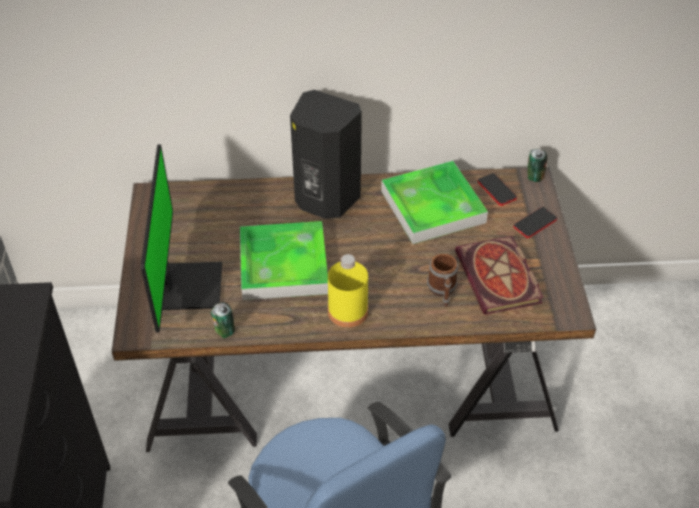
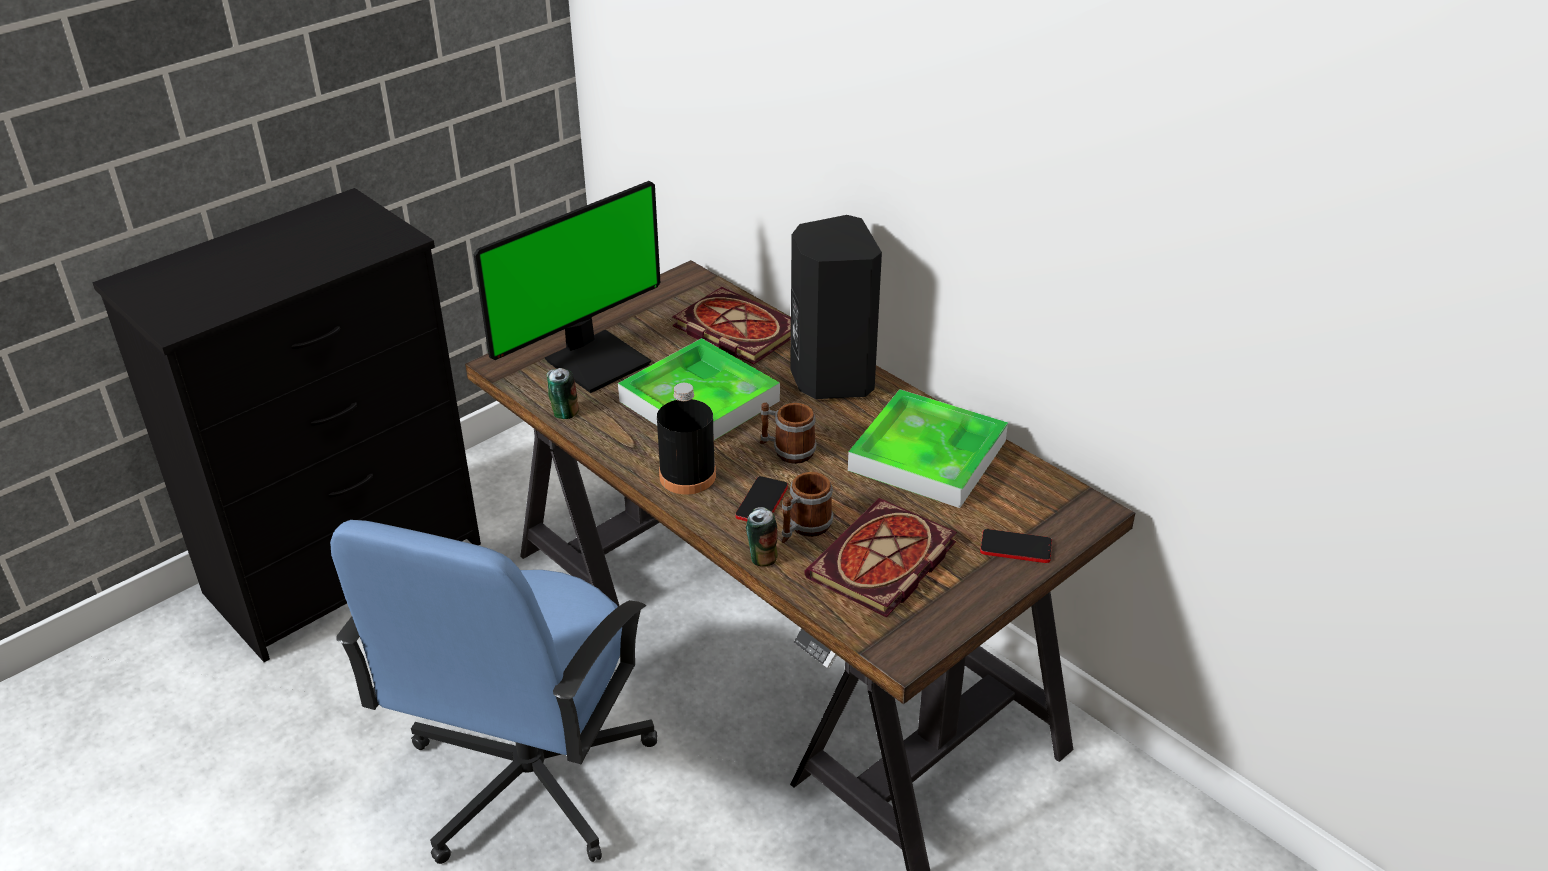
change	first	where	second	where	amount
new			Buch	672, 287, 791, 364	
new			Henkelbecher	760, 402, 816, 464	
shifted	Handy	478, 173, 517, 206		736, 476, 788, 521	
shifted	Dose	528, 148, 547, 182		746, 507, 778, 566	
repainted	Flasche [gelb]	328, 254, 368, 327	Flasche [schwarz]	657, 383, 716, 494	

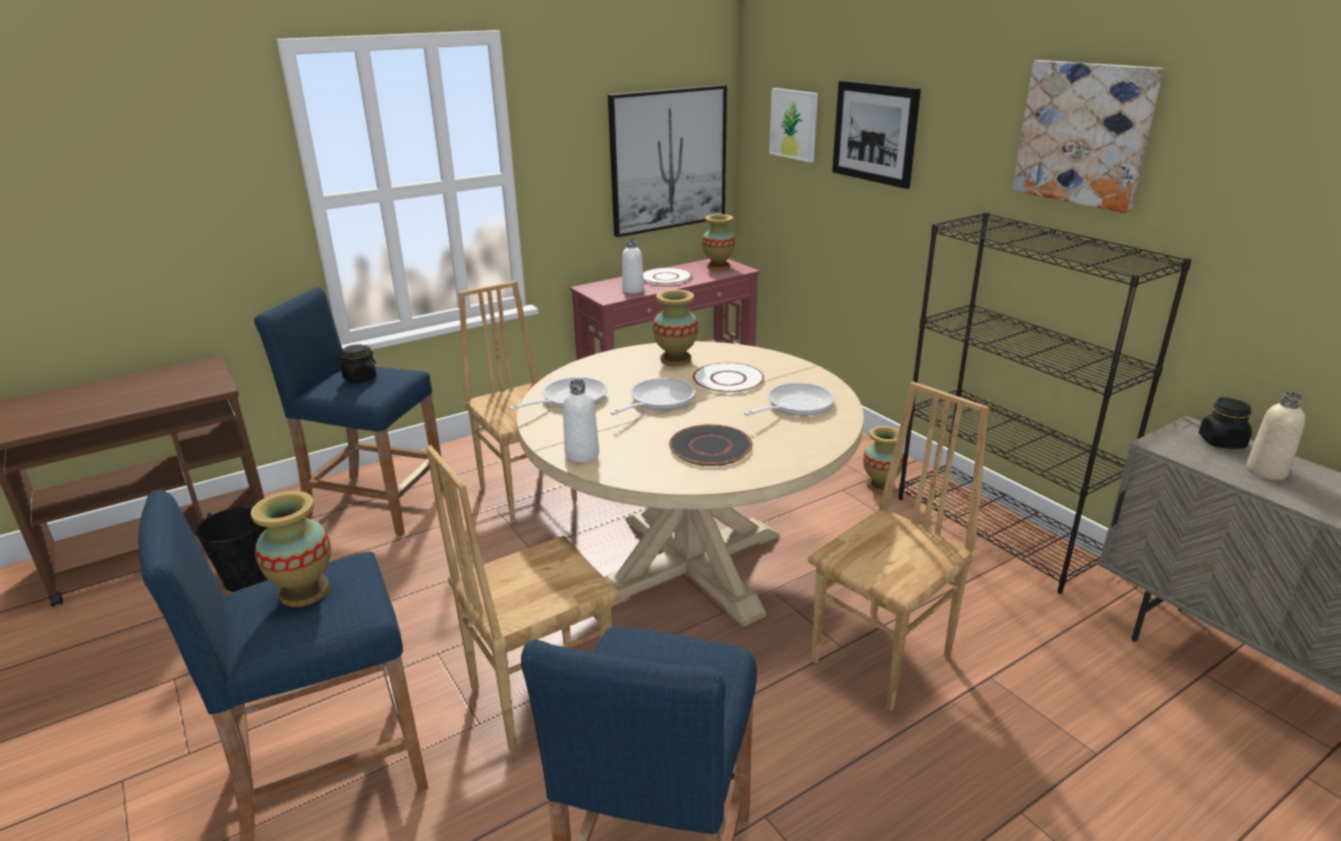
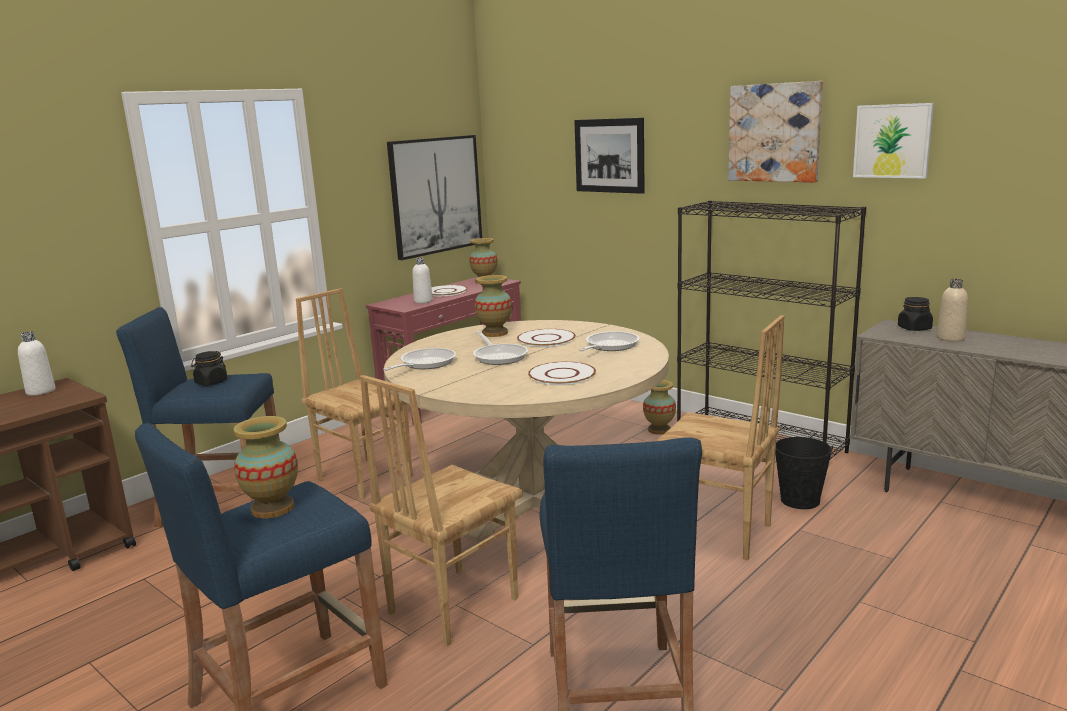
change	first	where	second	where	amount
shifted	Eimer [schwarz]	195, 507, 268, 592		775, 437, 833, 509	
shifted	Flasche [weiß]	563, 379, 599, 462		18, 332, 55, 396	
shifted	Bild	769, 88, 818, 163		853, 103, 934, 179	
repainted	Teller [schwarz]	669, 424, 753, 466	Teller [weiß]	528, 361, 596, 385	
rotated	Pfanne	610, 378, 695, 415		473, 331, 528, 365	135 degrees clockwise
rotated	Stuhl [braun]	808, 382, 989, 711		656, 315, 785, 560	90 degrees clockwise

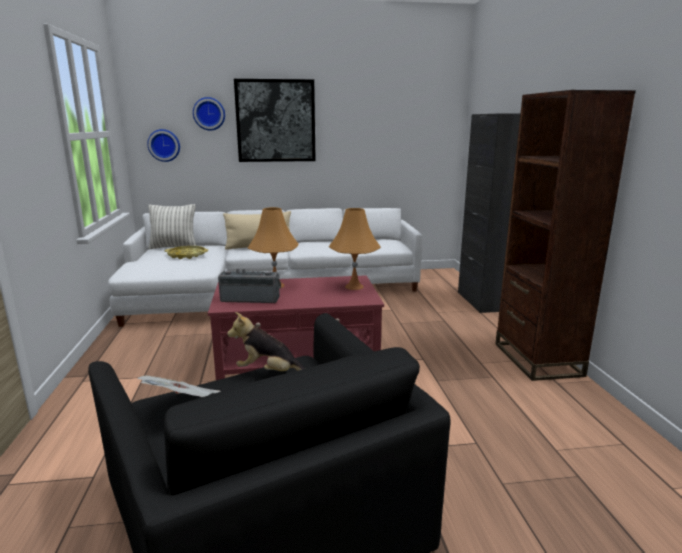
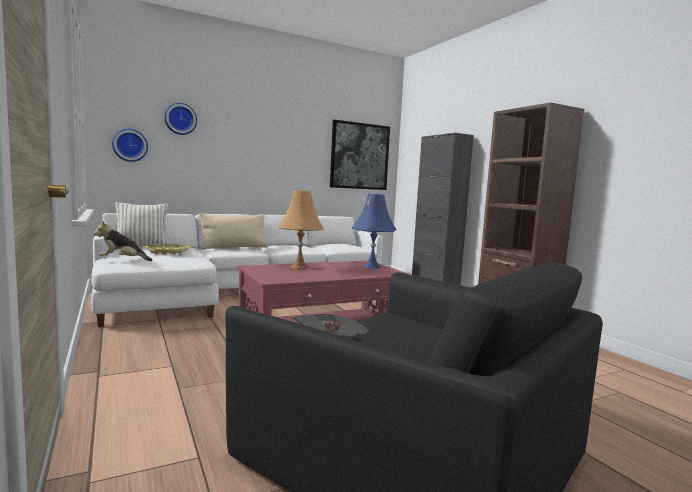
change	first	where	second	where	amount
gone	Radio	218, 269, 281, 303			
shifted	Plüschtier	227, 312, 305, 371		93, 221, 153, 261	
shifted	Bild	234, 79, 316, 162		330, 120, 390, 190	
repainted	Tischlampe [orange]	329, 208, 381, 290	Tischlampe [blau]	352, 194, 396, 268	

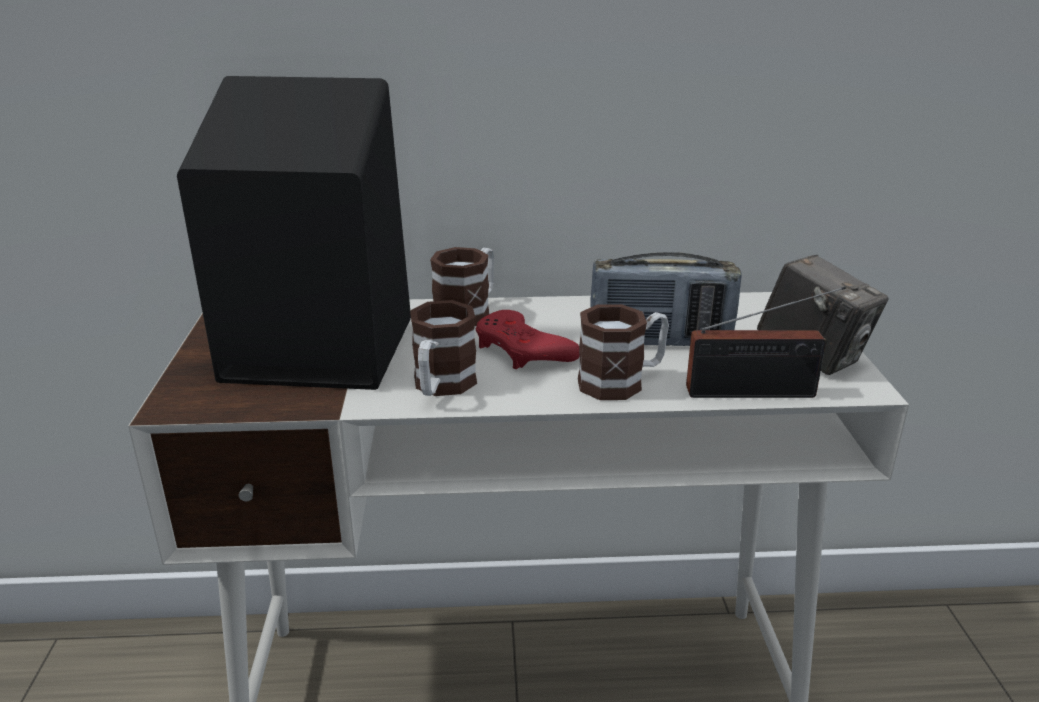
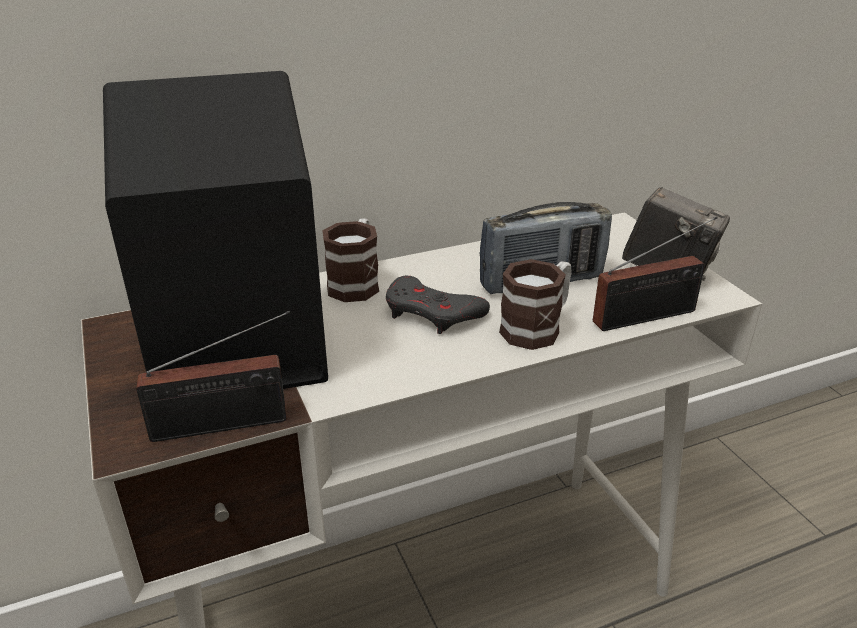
change	first	where	second	where	amount
gone	Henkelbecher	410, 300, 477, 396			
new			Radio	137, 311, 290, 442	
repainted	Gamepad [rot]	476, 310, 580, 369	Gamepad [grau]	386, 276, 490, 334	

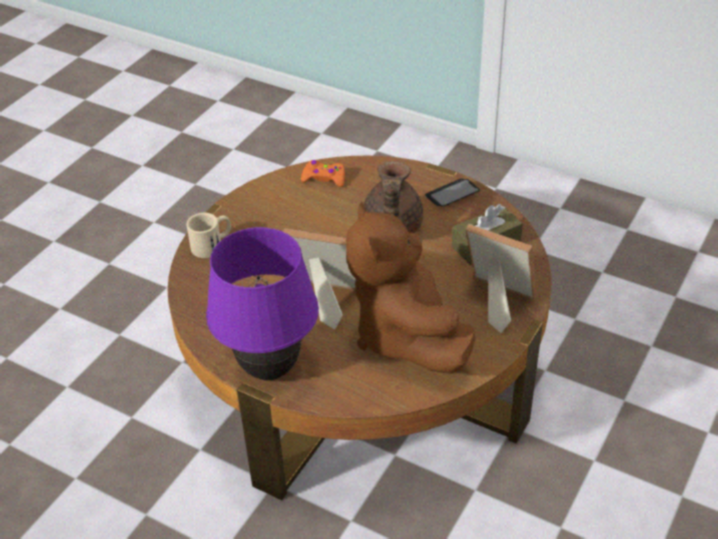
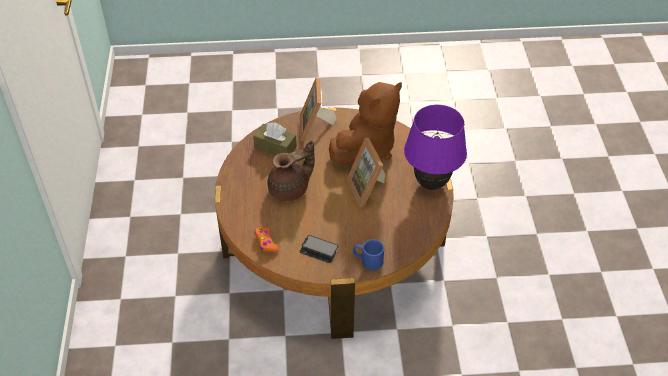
change	first	where	second	where	amount
shifted	Handy	425, 178, 480, 207		300, 235, 339, 263	
repainted	Henkelbecher [beige]	186, 213, 231, 258	Henkelbecher [blau]	353, 239, 384, 270	

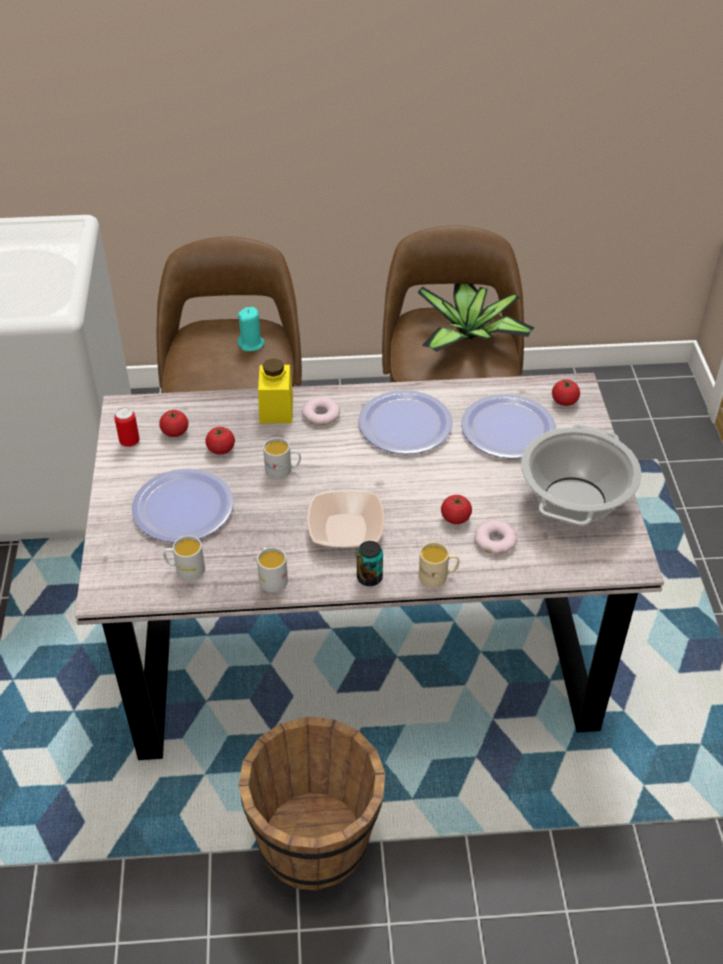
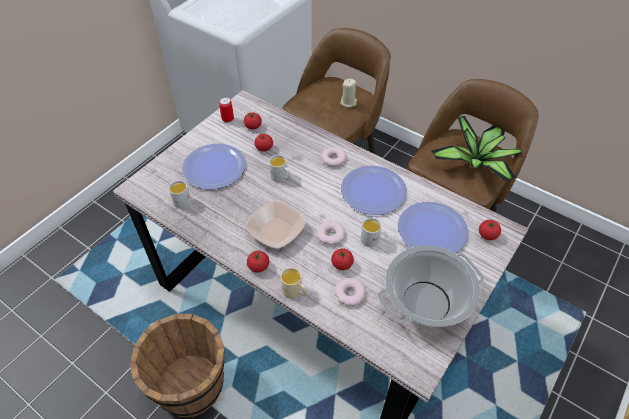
change	first	where	second	where	amount
gone	Vorratsglas [gelb]	258, 358, 293, 424			
new			Donut	317, 221, 345, 245	
shifted	Henkelbecher [weiß]	257, 547, 288, 593		361, 217, 382, 247	
swapped	Dose	357, 541, 383, 586	Tomate	247, 251, 269, 272	
repainted	Kerze [türkis]	238, 307, 265, 351	Kerze [beige]	340, 79, 357, 107	

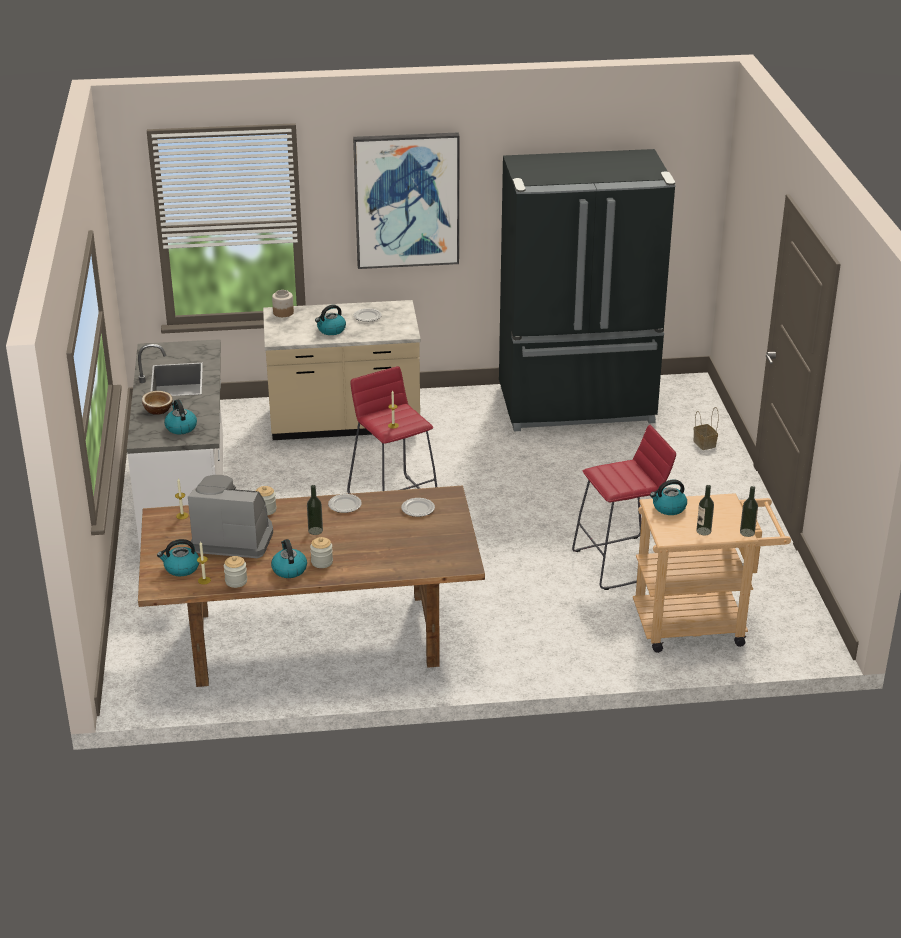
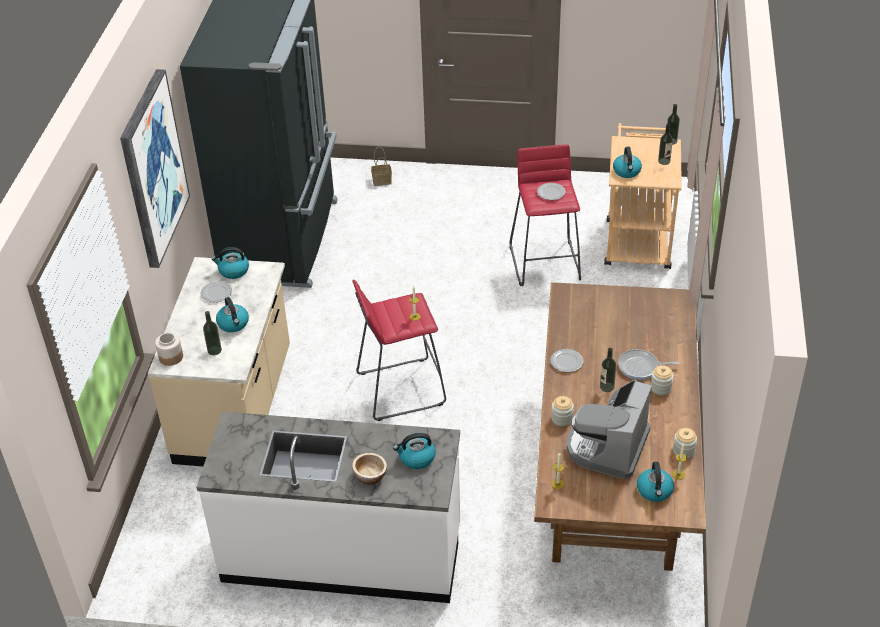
change	first	where	second	where	amount
new			Flasche	203, 311, 222, 355	
new			Pfanne	618, 349, 680, 380	
shifted	Wasserkessel	271, 539, 307, 578		211, 247, 249, 279	
shifted	Teller	401, 498, 435, 517		537, 183, 565, 200	

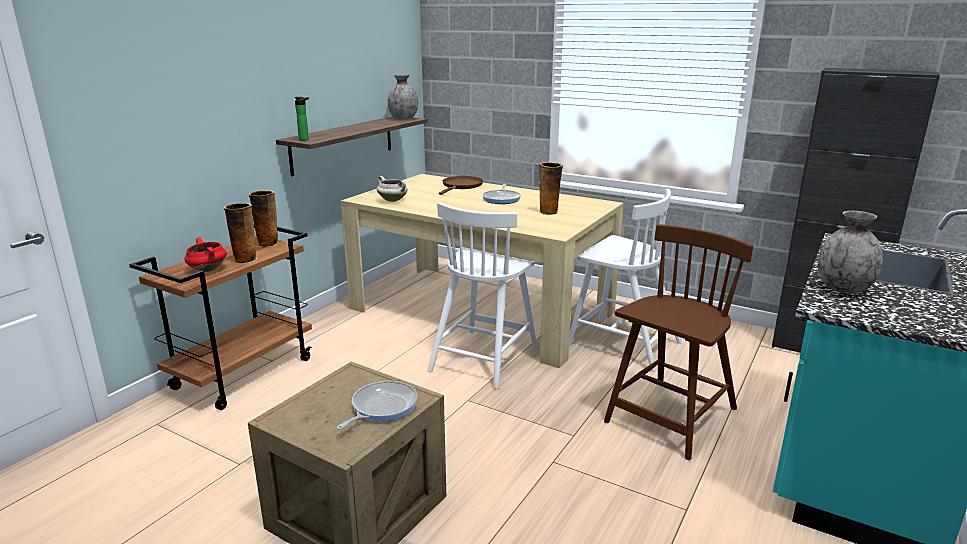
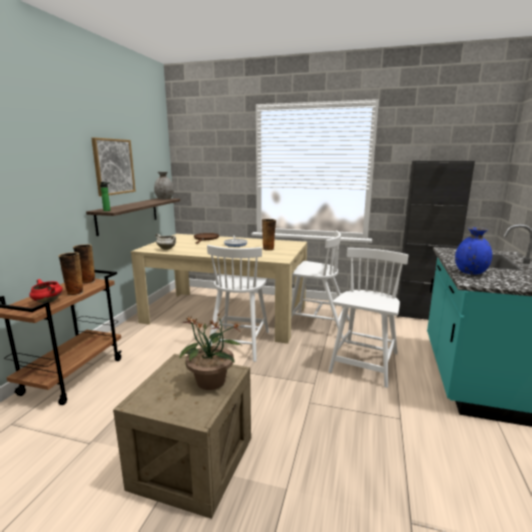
change	first	where	second	where	amount
new			Bild	91, 137, 136, 196	
swapped	Pfanne	337, 381, 418, 430	Topfpflanze	180, 313, 241, 390	
repainted	Stuhl [braun]	604, 224, 753, 460	Stuhl [weiß]	328, 248, 408, 388	
repainted	Vase [grau]	818, 211, 883, 294	Vase [blau]	455, 227, 492, 274	

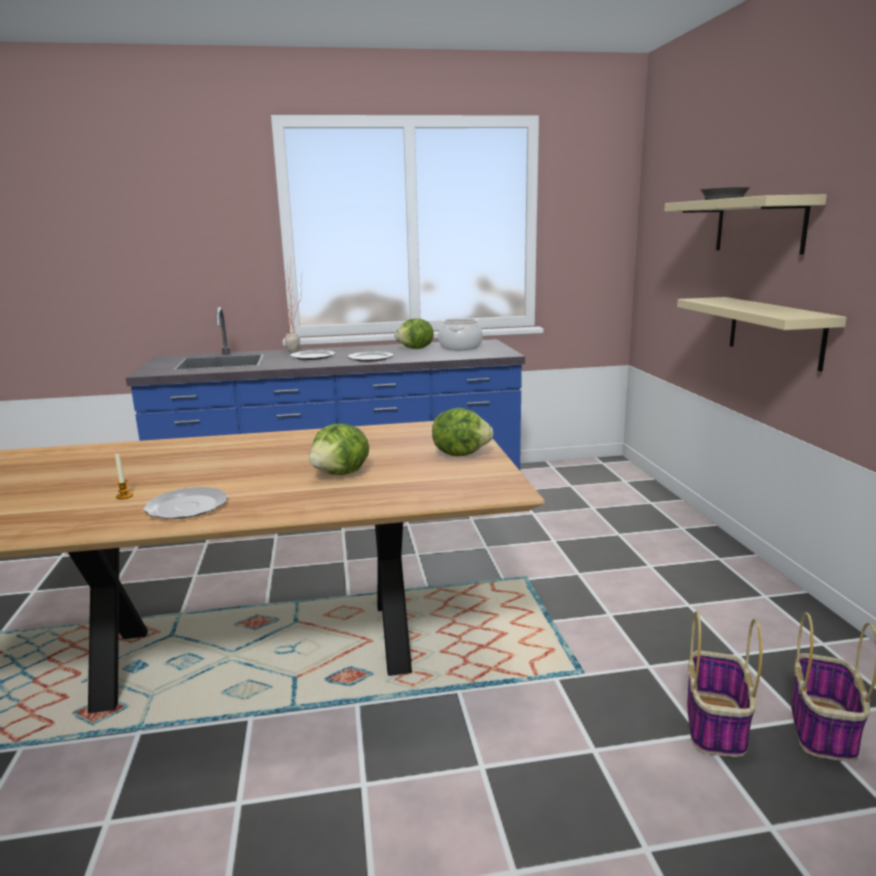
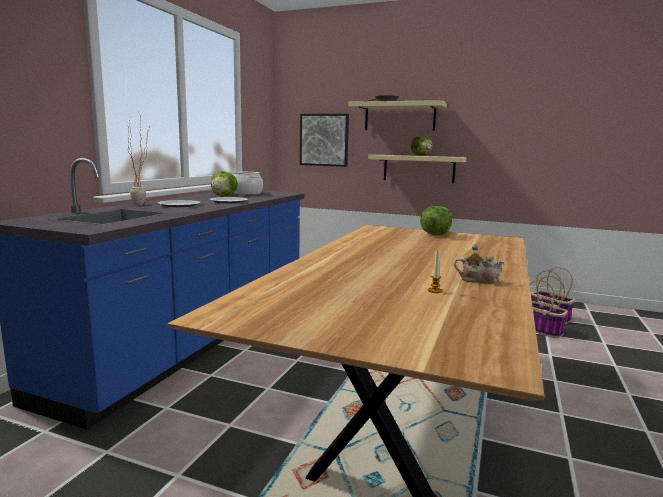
change	first	where	second	where	amount
new			Bild	300, 114, 349, 167	
shifted	Salatkopf	309, 424, 369, 475		411, 136, 433, 156	
swapped	Teller	143, 487, 228, 519	Teekanne	454, 244, 505, 284	

